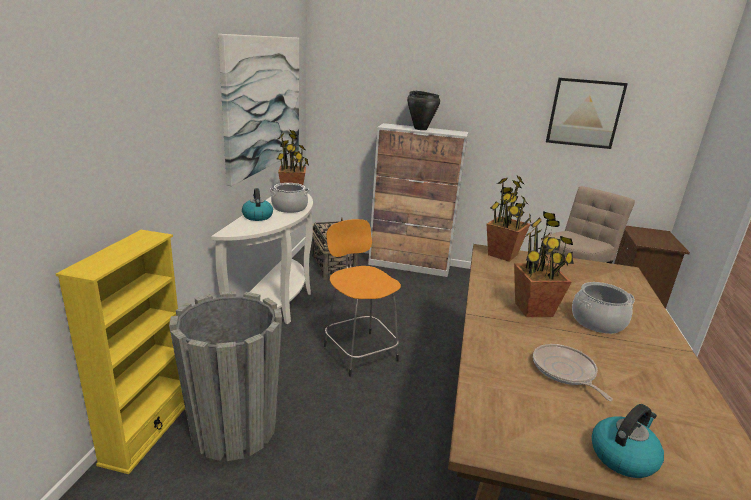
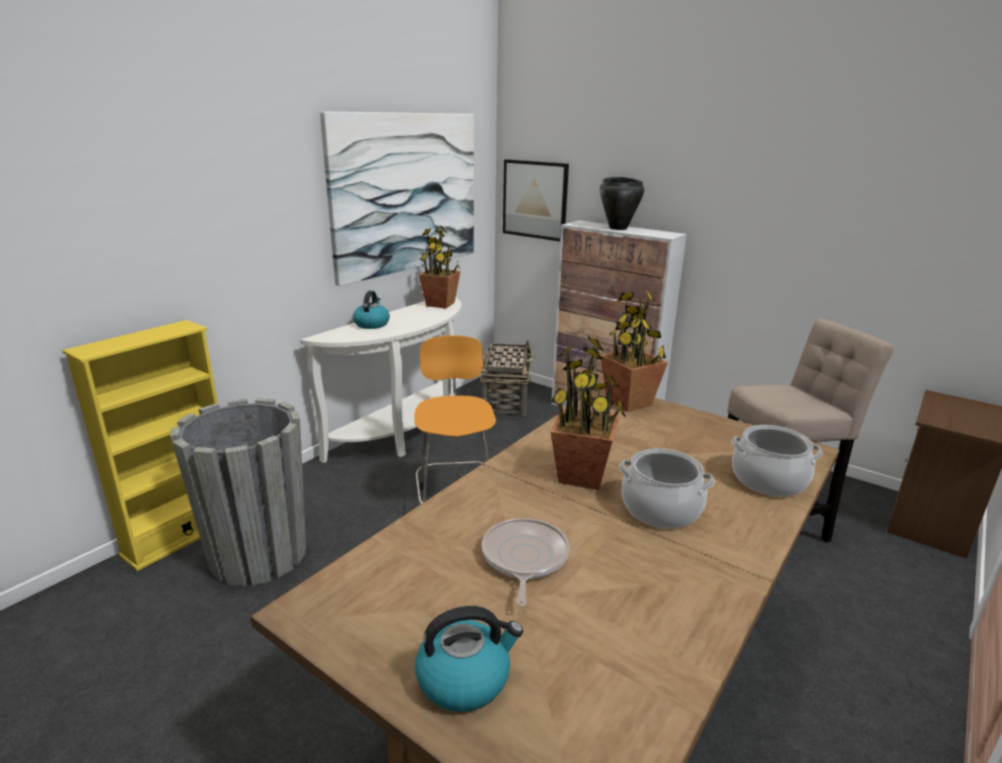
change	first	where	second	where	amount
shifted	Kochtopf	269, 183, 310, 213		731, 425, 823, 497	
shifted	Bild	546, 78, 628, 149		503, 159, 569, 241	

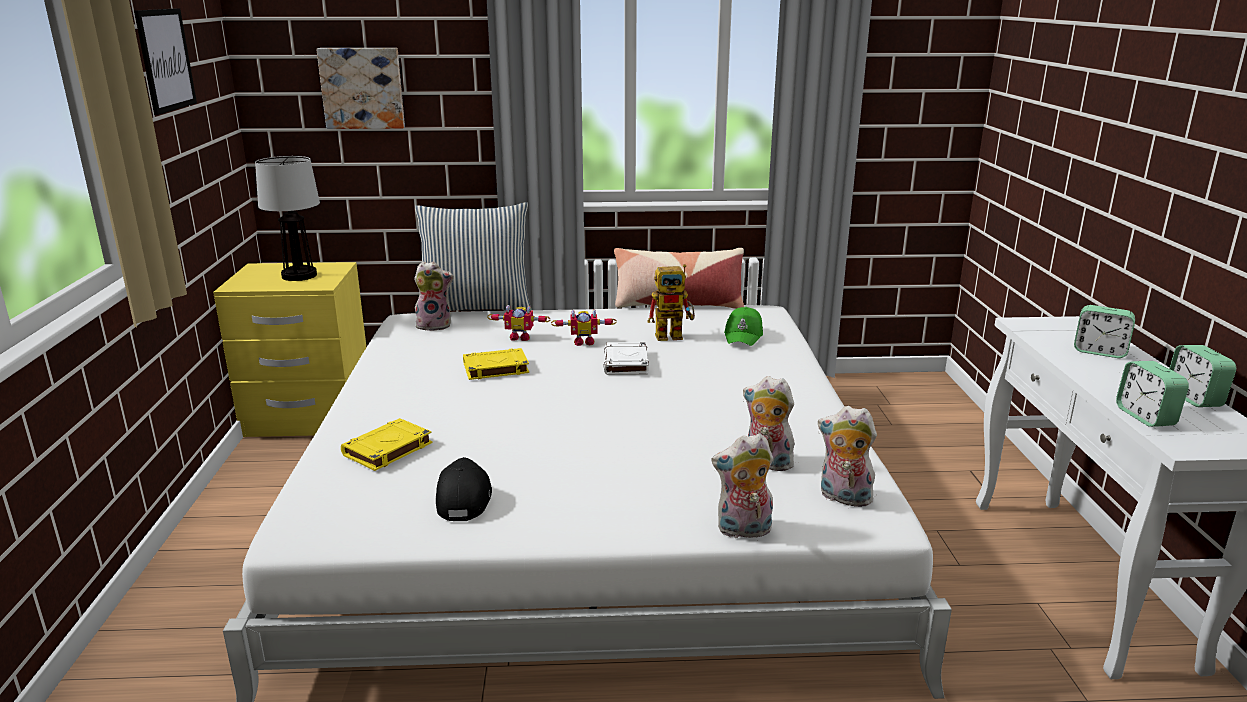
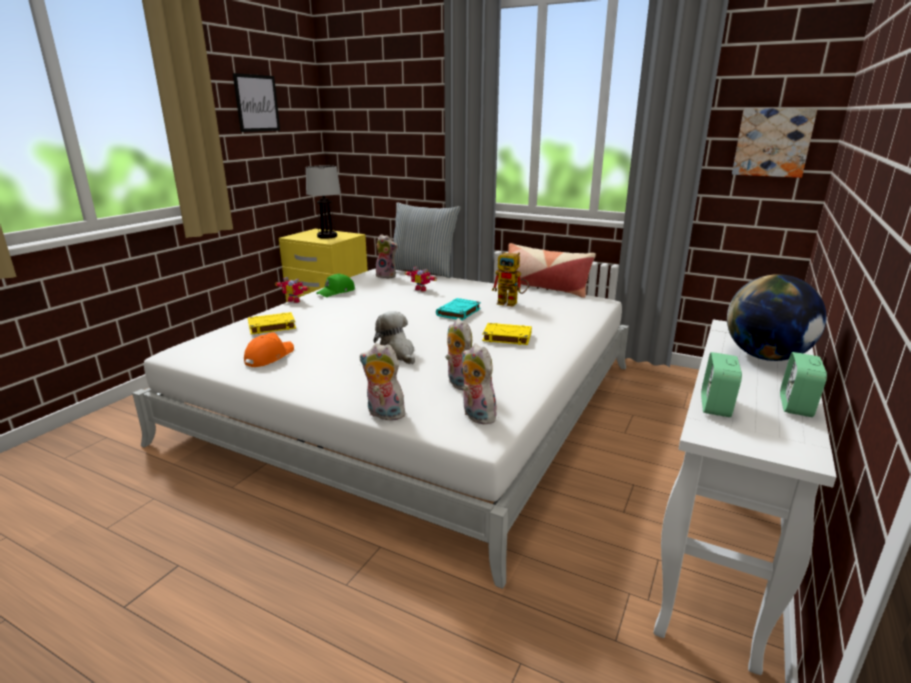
change	first	where	second	where	amount
new			Plüschtier	374, 311, 415, 364	
shifted	Bild	316, 48, 405, 129		732, 108, 817, 178	
shifted	Buch [gelb]	463, 348, 529, 380		482, 323, 532, 345	
shifted	Spielzeugroboter	551, 309, 617, 346		275, 277, 310, 303	
shifted	Kappe [grün]	724, 307, 763, 346		316, 273, 355, 297	
swapped	Wecker	1074, 305, 1135, 358	Globus	727, 274, 826, 361	
repainted	Kappe [schwarz]	436, 457, 492, 521	Kappe [orange]	244, 332, 294, 367	
repainted	Buch [weiß]	604, 342, 648, 375	Buch [türkis]	436, 298, 481, 320	

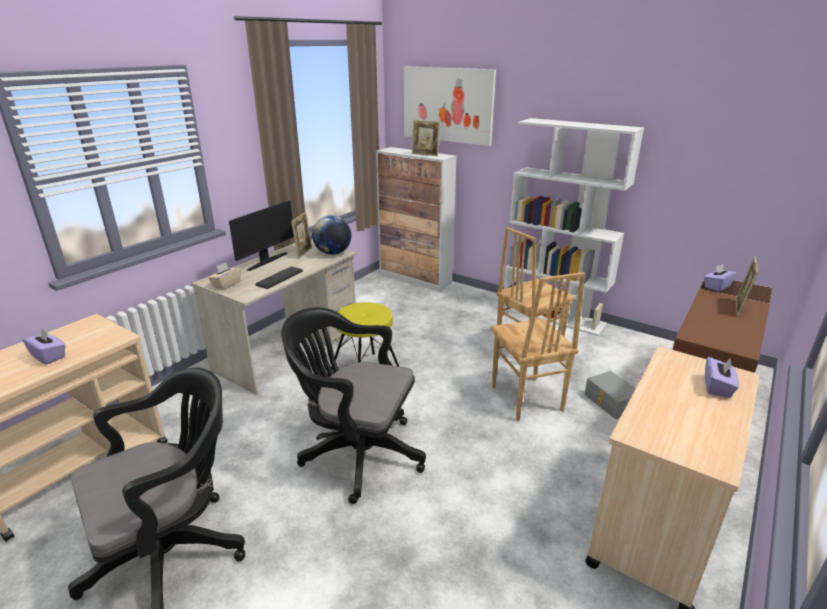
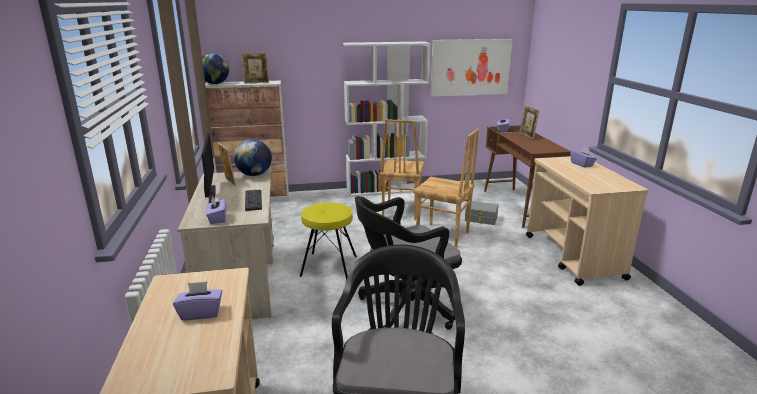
change	first	where	second	where	amount
new			Globus	202, 53, 229, 84	
shifted	Bild	404, 67, 496, 146		430, 39, 513, 97	
repainted	Taschentuchbox [beige]	208, 262, 241, 290	Taschentuchbox [lila]	206, 196, 226, 224	

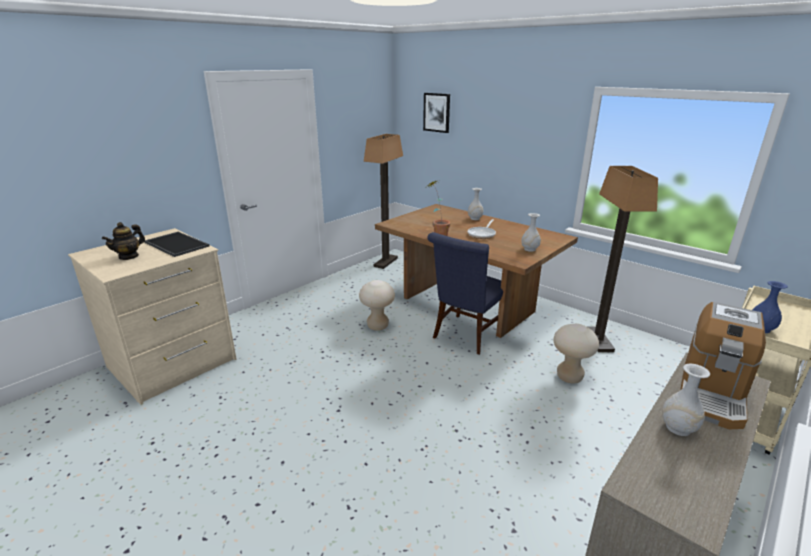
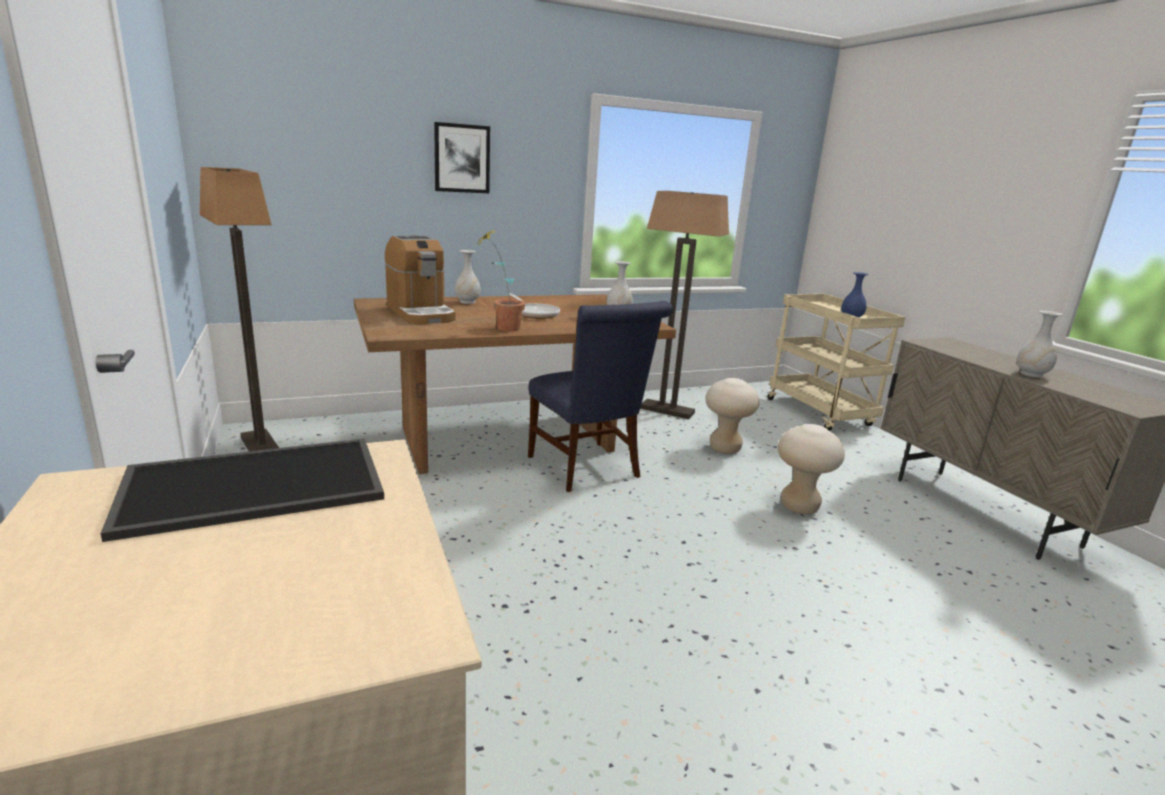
change	first	where	second	where	amount
gone	Teekanne	102, 222, 145, 260			
shifted	Hocker [beige]	359, 280, 395, 331		778, 424, 845, 514	
shifted	Bild	423, 93, 450, 133		434, 122, 490, 193	
shifted	Kaffeemaschine	680, 302, 766, 429		385, 235, 456, 325	

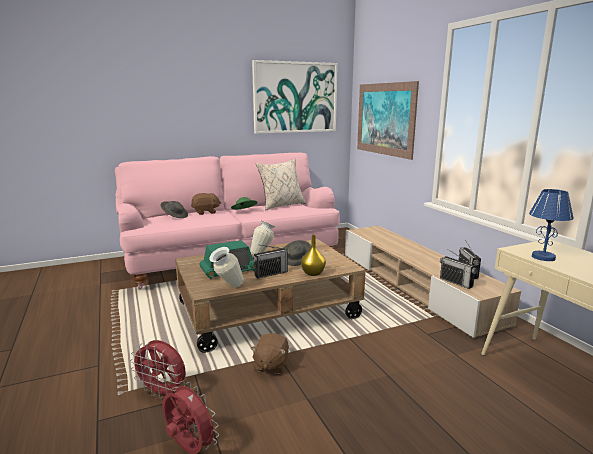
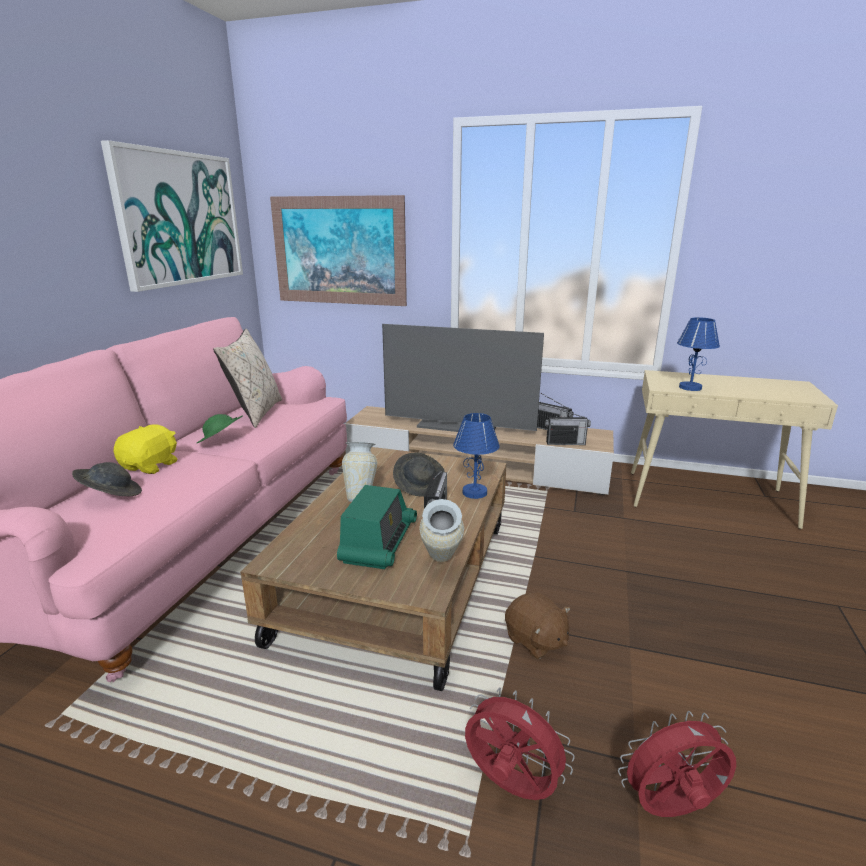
change	first	where	second	where	amount
new			Fernseher	382, 324, 544, 432	
swapped	Vase [gelb]	301, 235, 326, 276	Tischlampe [blau]	453, 413, 500, 499	
repainted	Plüschtier [braun]	191, 193, 221, 215	Plüschtier [gelb]	113, 424, 178, 474	
rotated	Ventilator [rot]	130, 340, 186, 399		465, 688, 575, 800	120 degrees counterclockwise

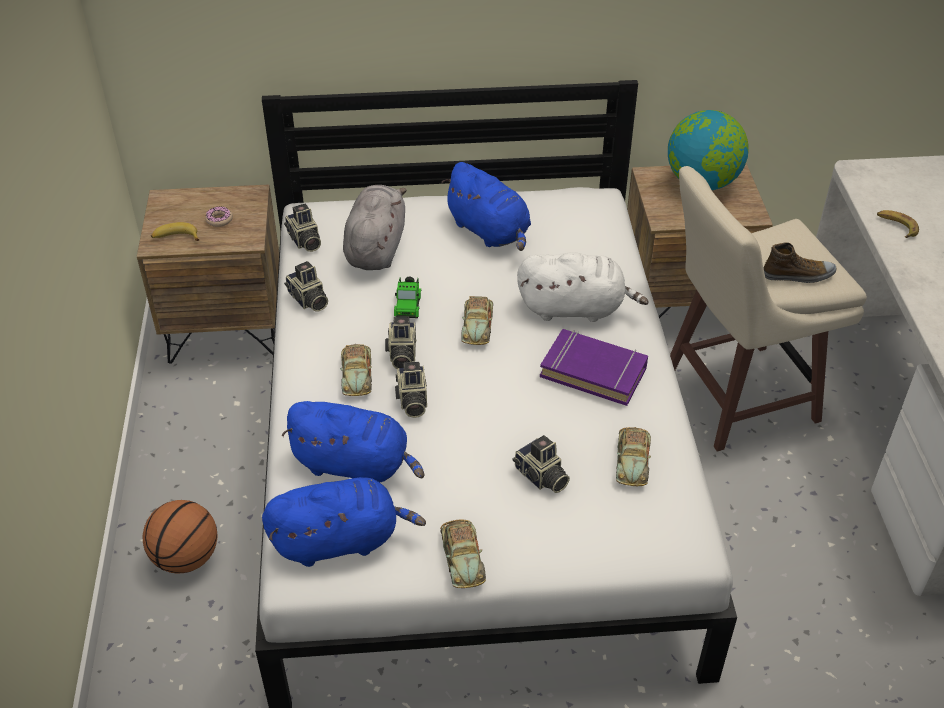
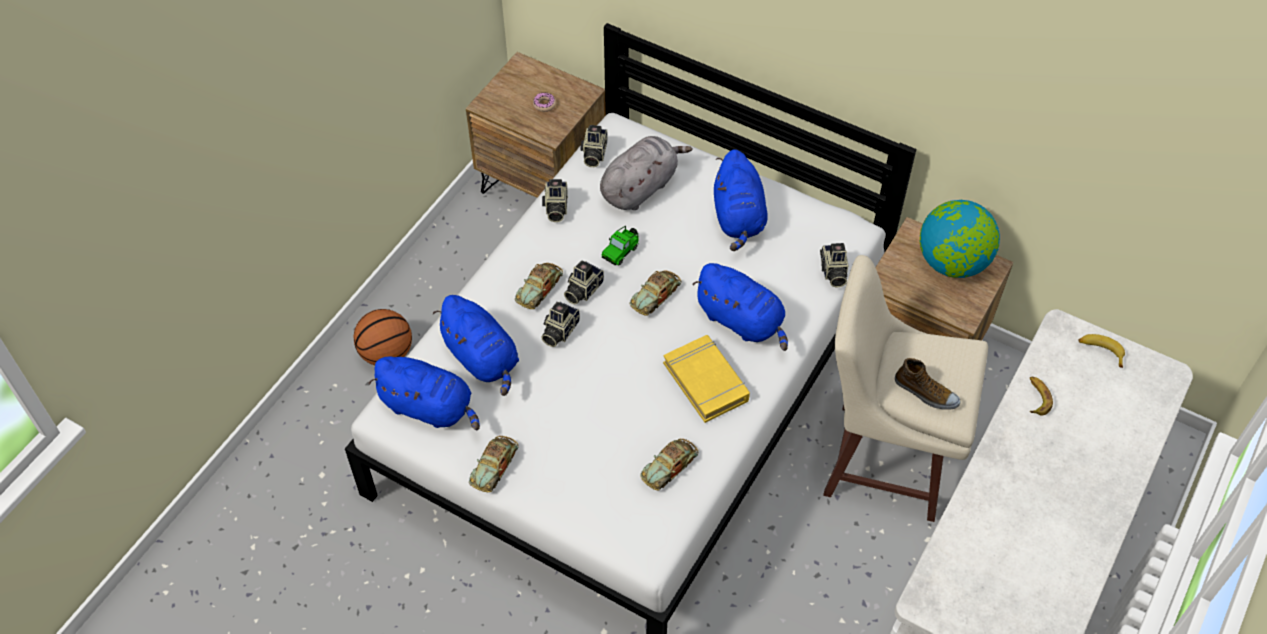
change	first	where	second	where	amount
shifted	Banane	151, 222, 200, 241		1078, 334, 1125, 368	
shifted	Kamera	512, 435, 570, 493		820, 243, 848, 288	
repainted	Plüschtier [weiß]	517, 252, 649, 322	Plüschtier [blau]	692, 263, 788, 351	
repainted	Buch [lila]	540, 329, 648, 406	Buch [gelb]	663, 335, 750, 423	

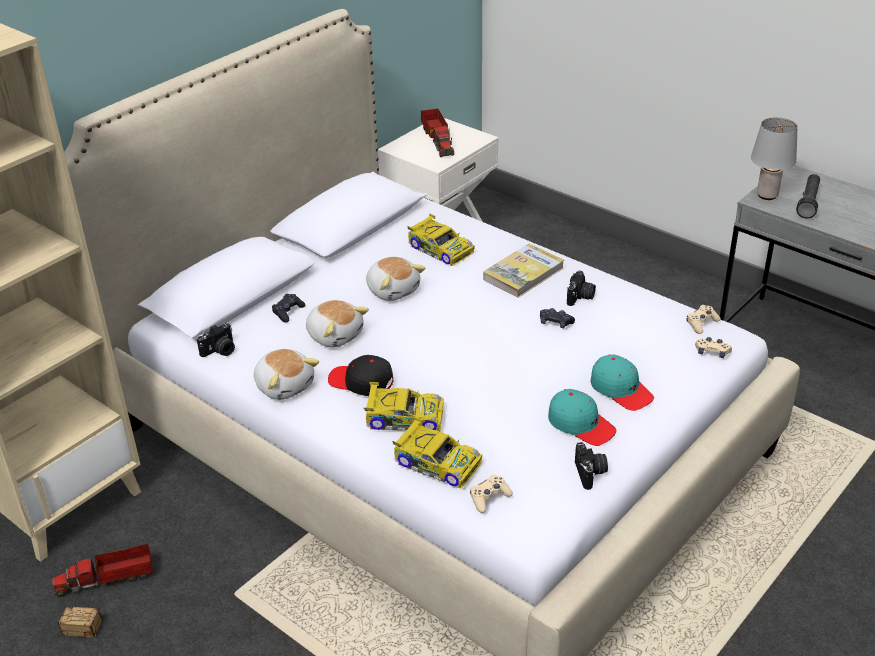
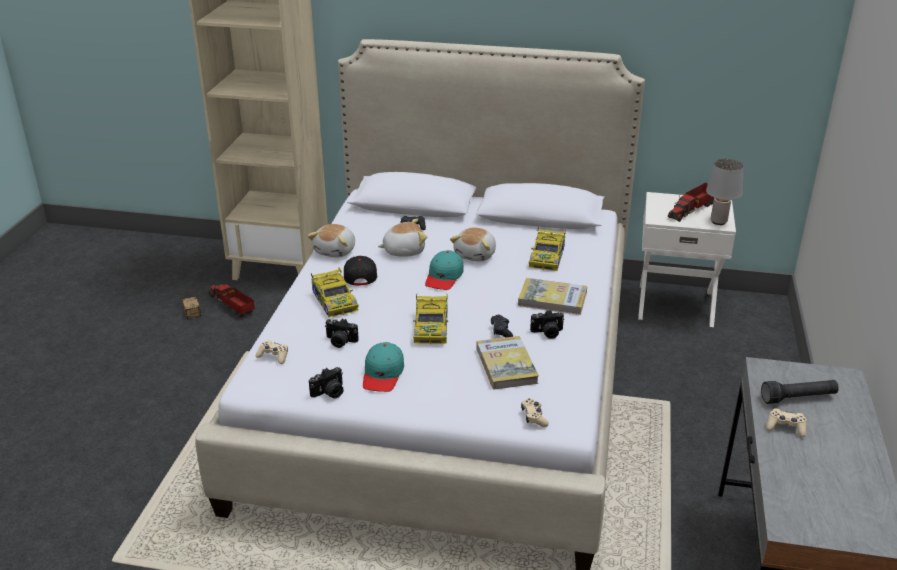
change	first	where	second	where	amount
new			Buch	476, 336, 539, 390	
shifted	Kamera	197, 323, 235, 357		325, 318, 359, 348	
shifted	Spielzeugauto	392, 417, 482, 488		413, 294, 448, 344	
shifted	Kappe [türkis]	590, 354, 654, 411		425, 250, 464, 290	
shifted	Gamepad [beige]	686, 305, 721, 334		766, 408, 807, 437	
shifted	Tischlampe [grau]	751, 117, 798, 200		706, 159, 744, 225	
rotated	Plüschtier	306, 300, 369, 348		378, 219, 427, 257	120 degrees counterclockwise

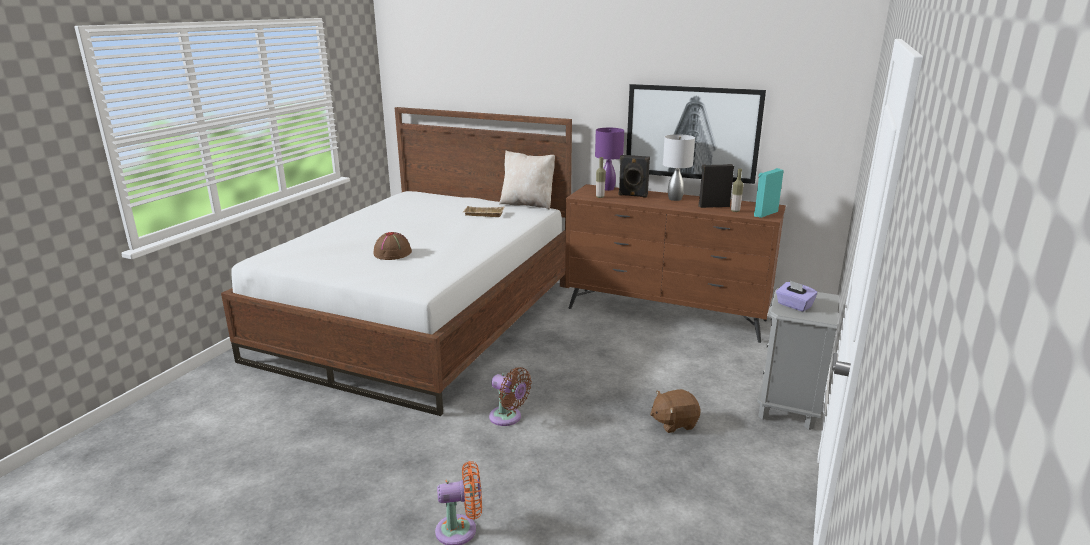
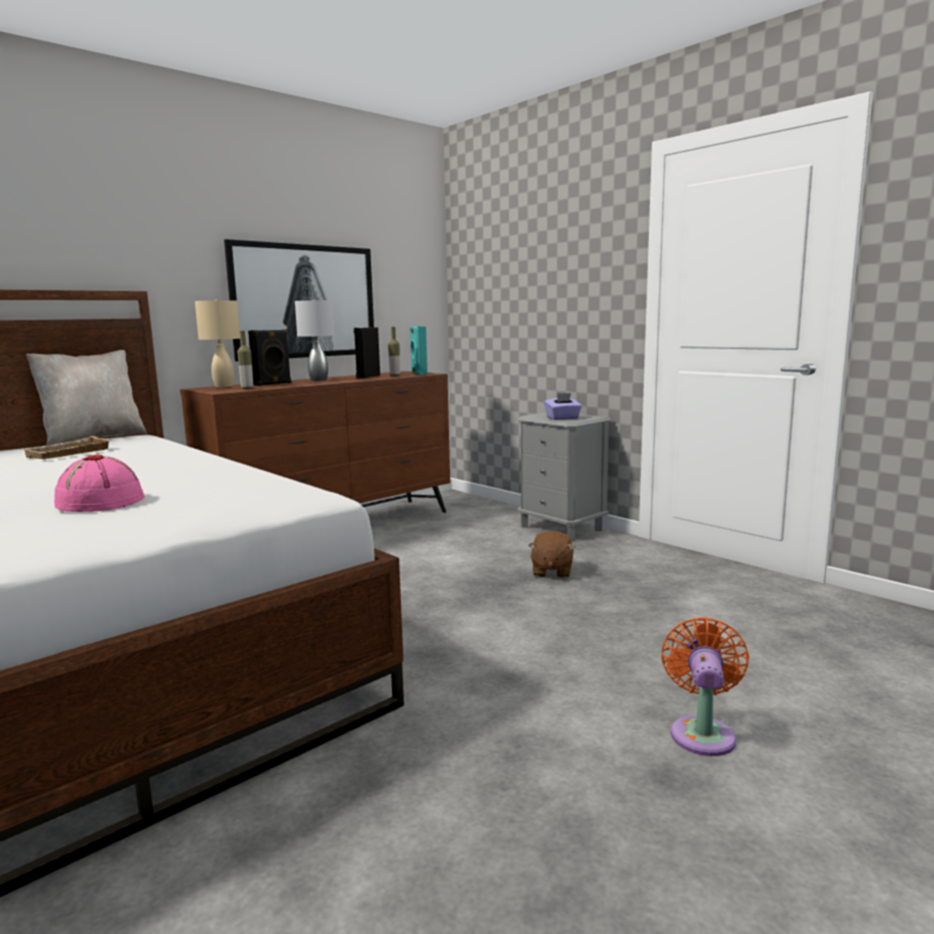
change	first	where	second	where	amount
gone	Ventilator [braun]	489, 367, 532, 426			
repainted	Hut [braun]	373, 232, 412, 260	Hut [rosa]	54, 455, 145, 512	
repainted	Tischlampe [lila]	595, 128, 624, 191	Tischlampe [beige]	195, 300, 240, 387	

